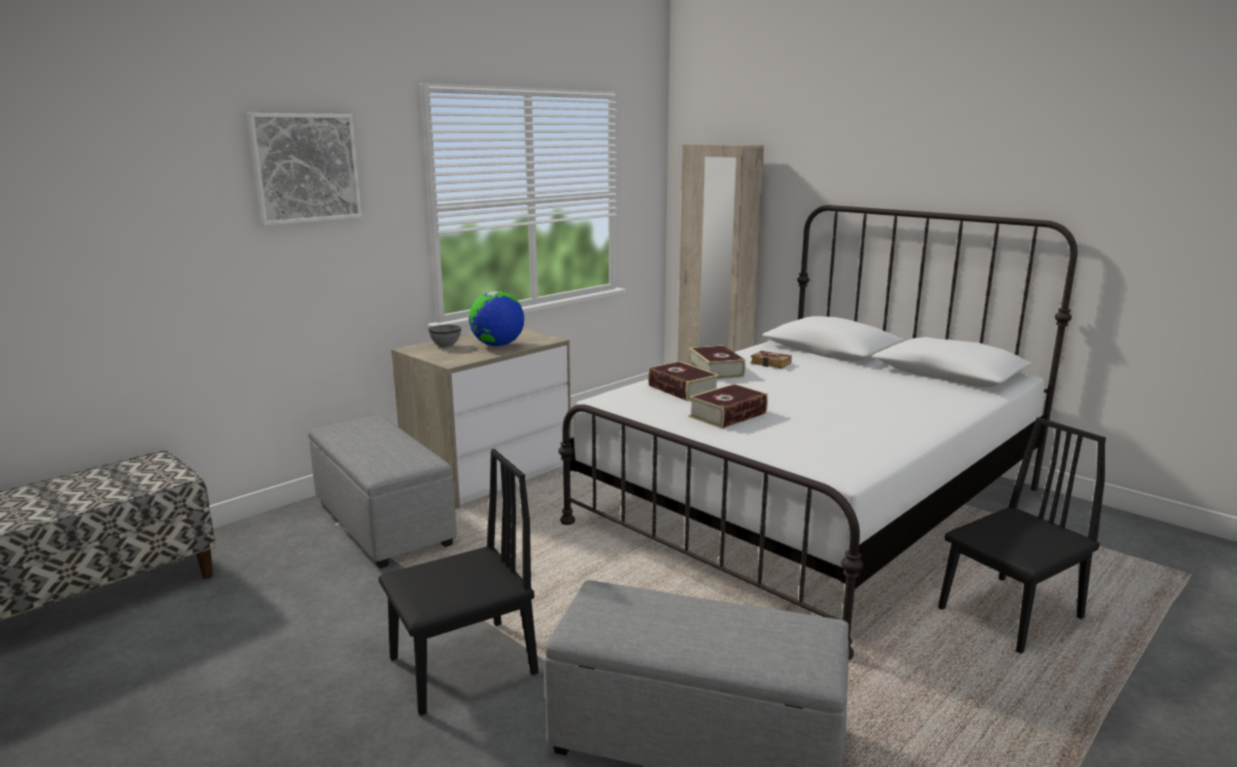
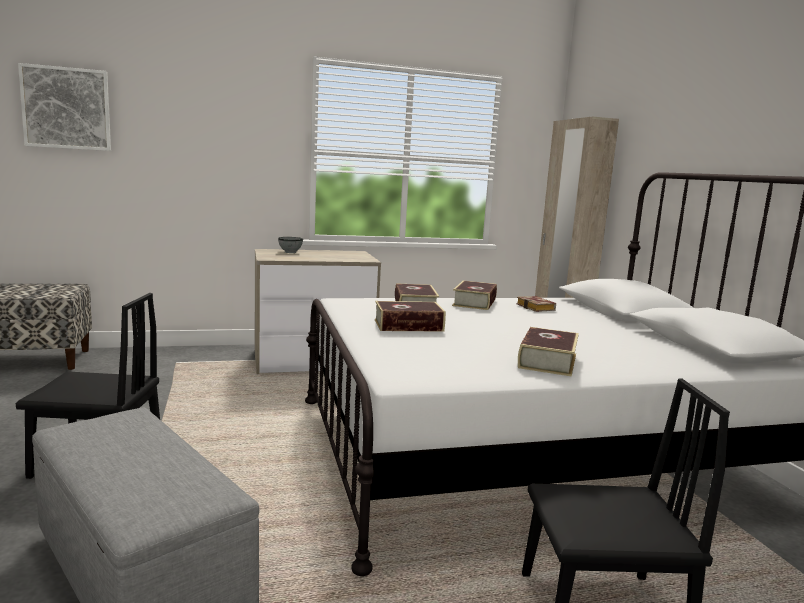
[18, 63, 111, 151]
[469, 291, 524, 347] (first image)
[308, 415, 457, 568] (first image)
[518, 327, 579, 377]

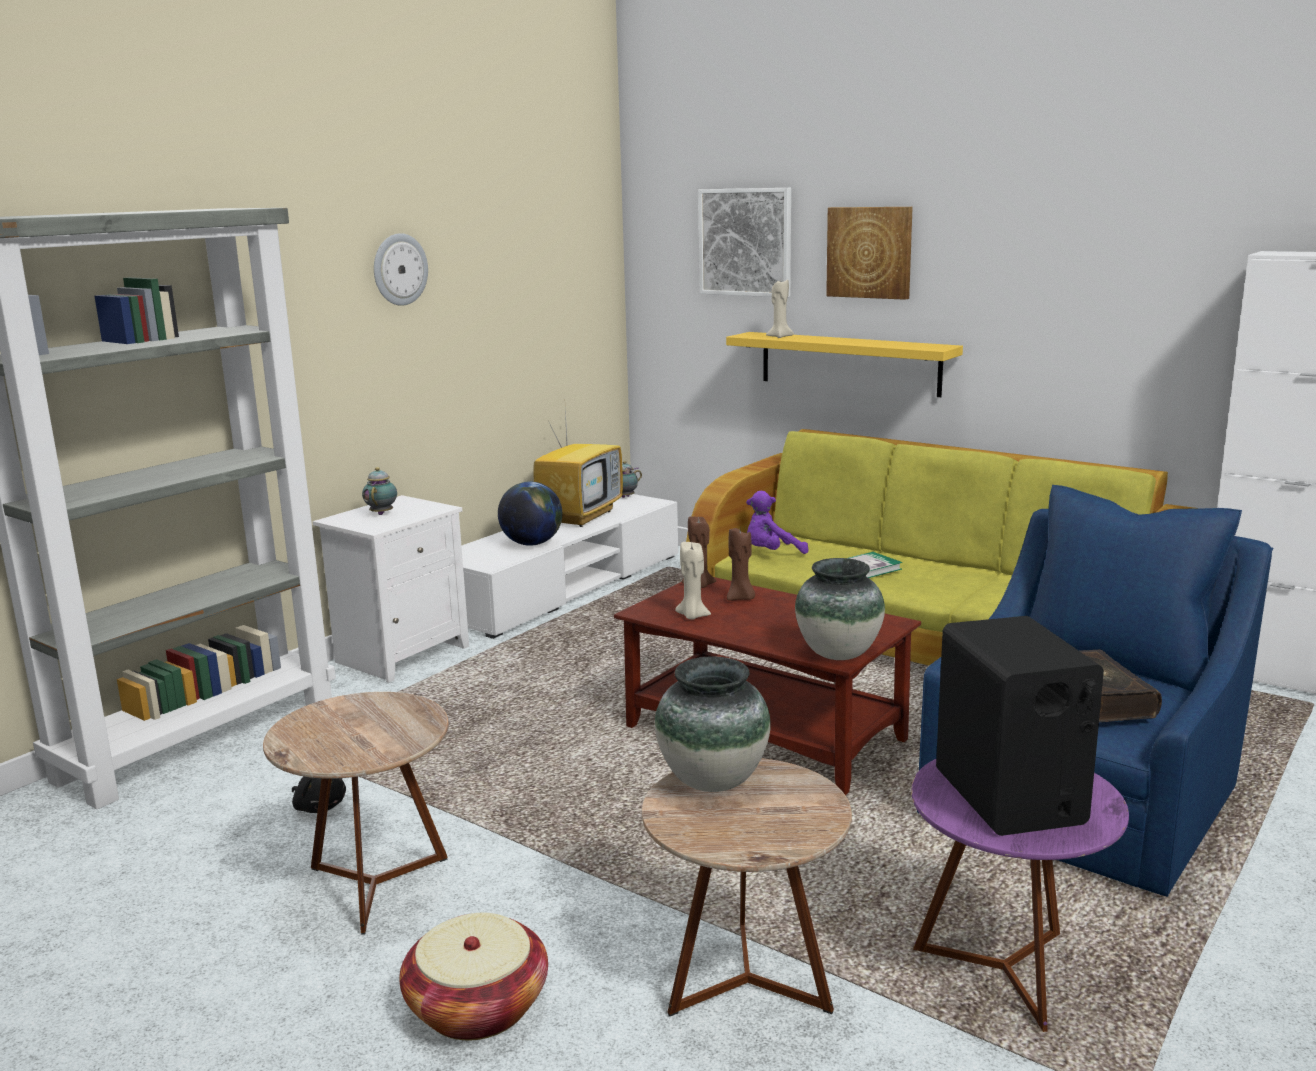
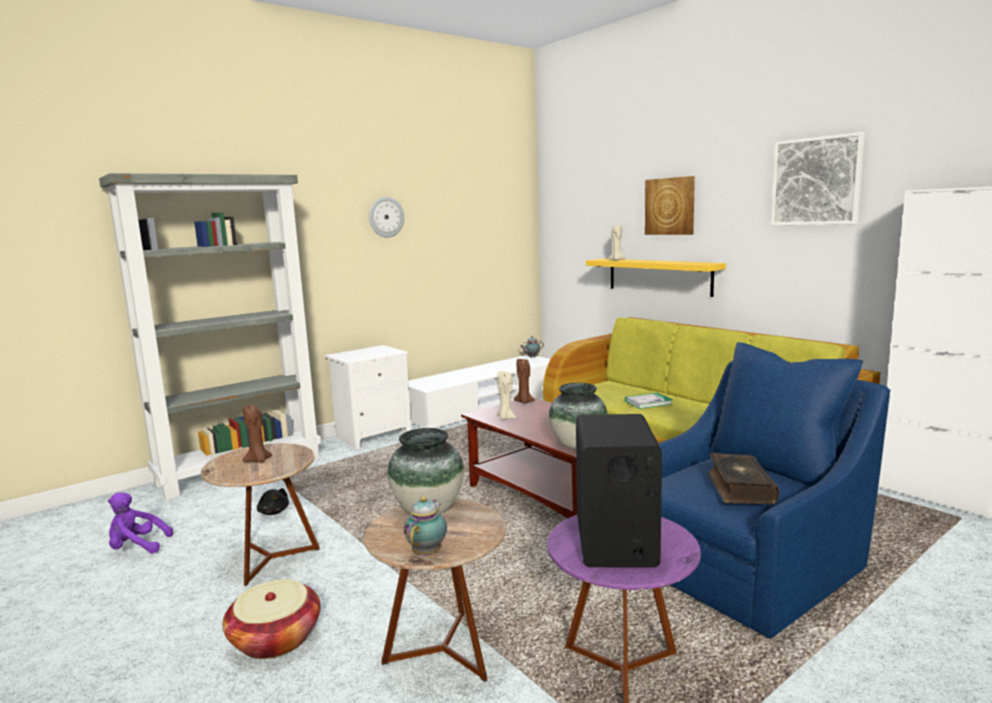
[771, 132, 865, 225]
[533, 409, 623, 527] (first image)
[404, 496, 447, 556]
[498, 481, 562, 546] (first image)
[108, 492, 173, 554]
[243, 405, 272, 462]

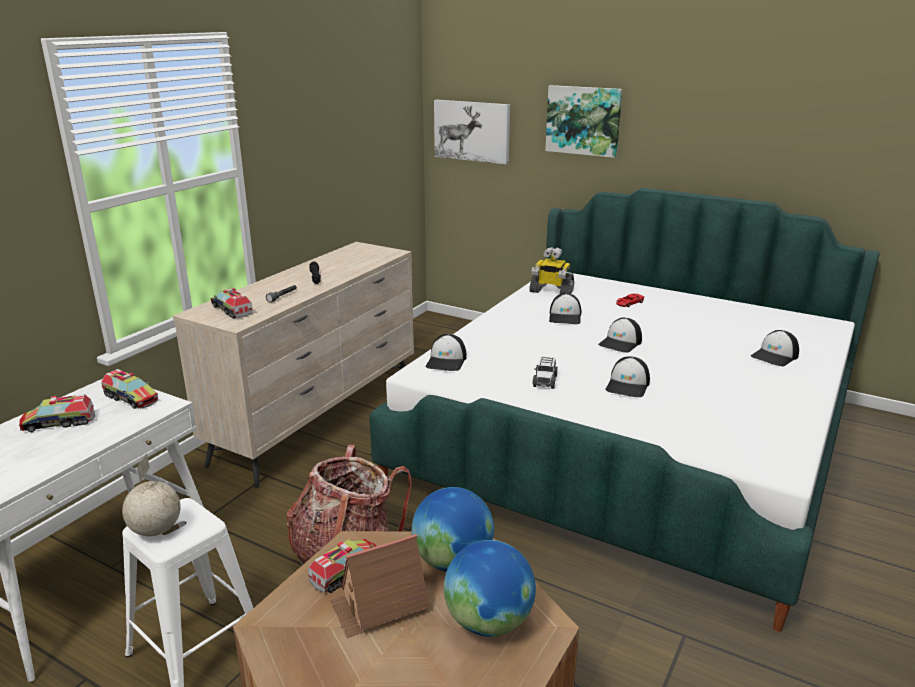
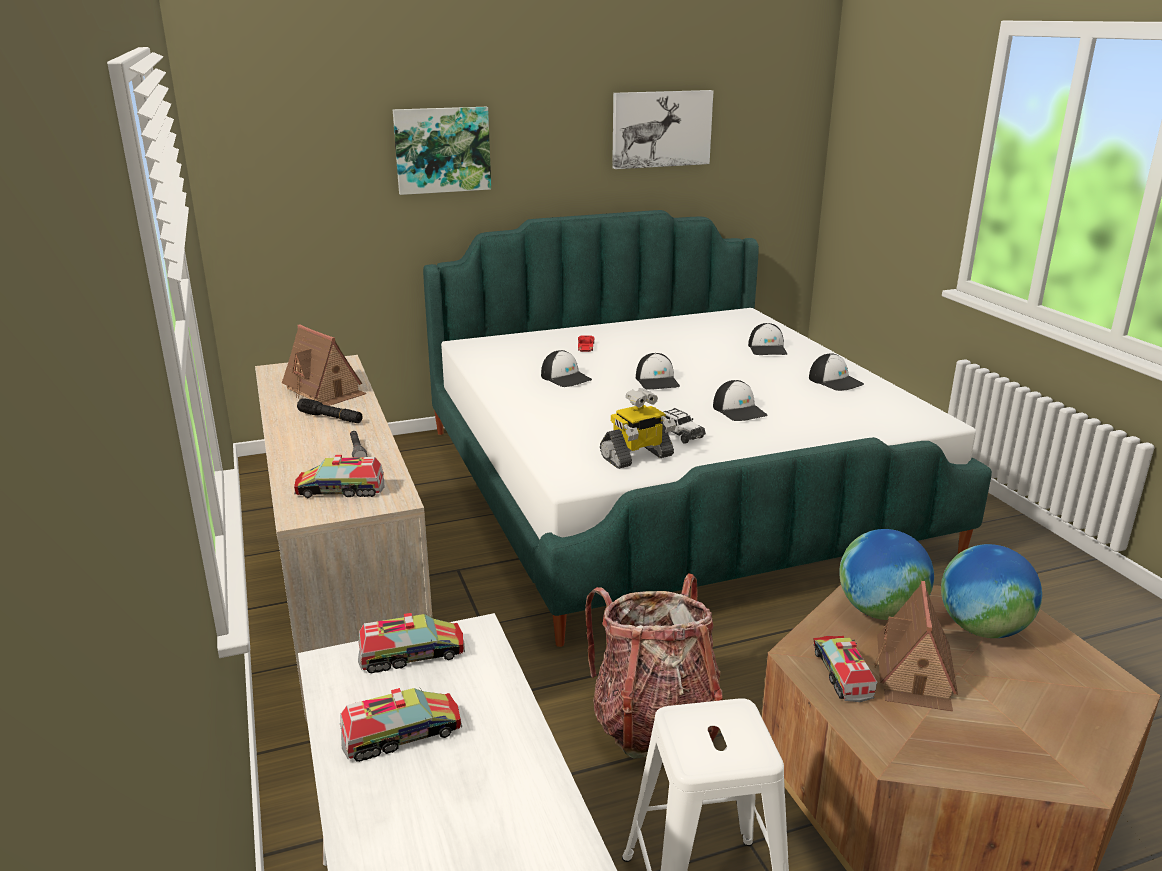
[612, 90, 713, 169]
[600, 388, 676, 469]
[809, 353, 864, 391]
[340, 688, 462, 762]
[122, 454, 181, 536] (first image)
[282, 324, 367, 406]

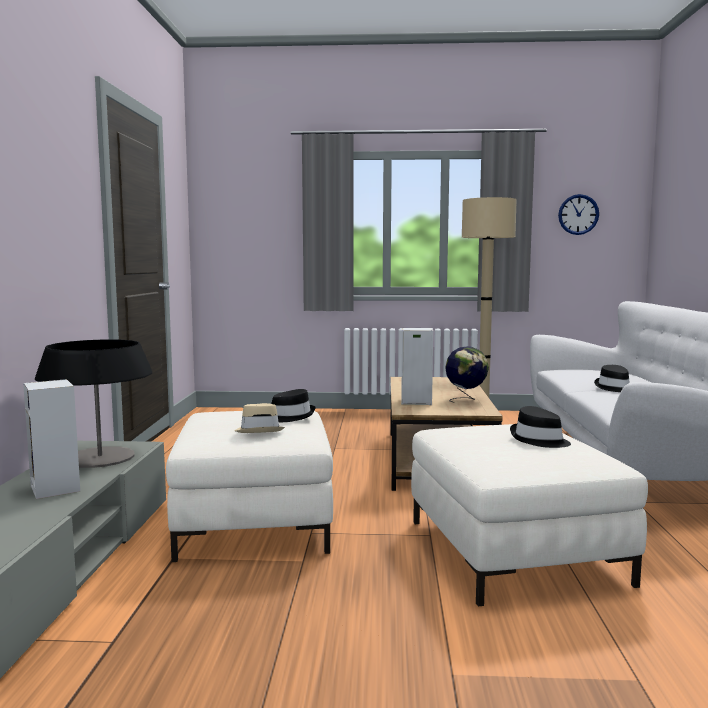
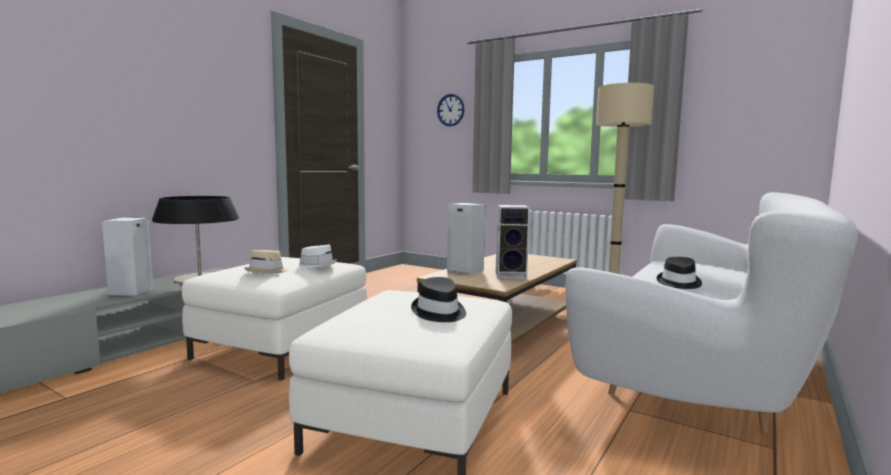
[437, 94, 465, 126]
[496, 205, 530, 279]
[294, 245, 337, 269]

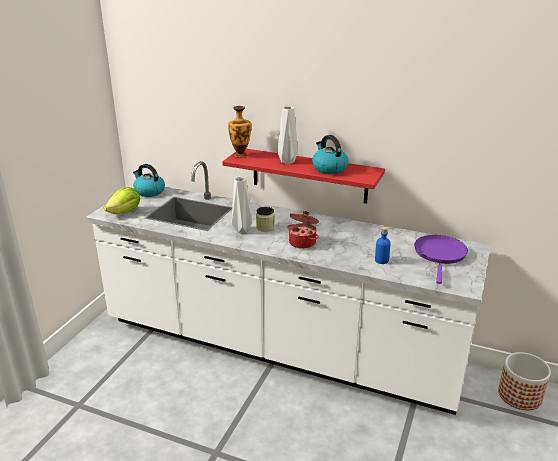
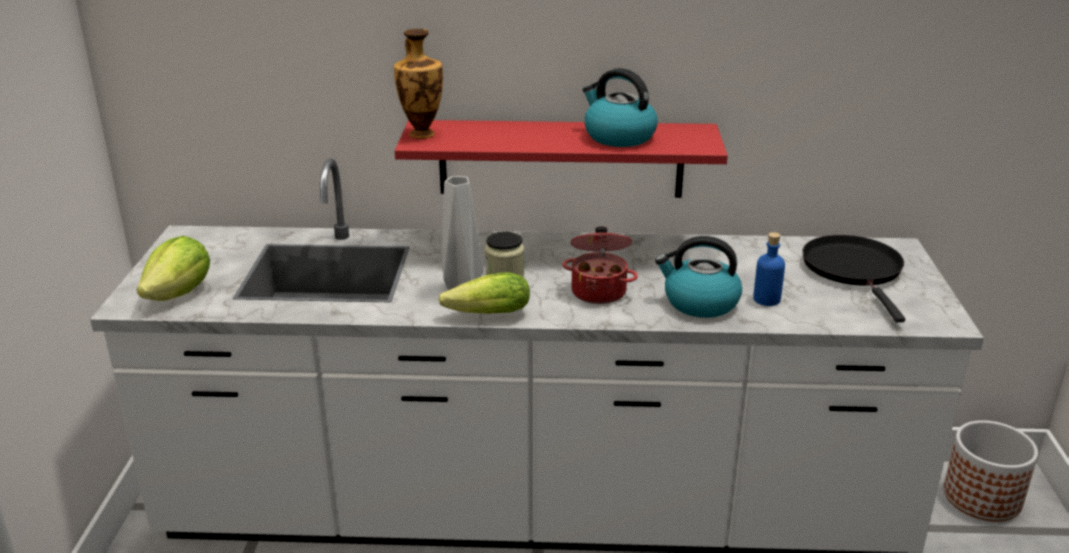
[277, 106, 298, 164] (first image)
[655, 236, 742, 318]
[802, 235, 905, 323]
[438, 272, 530, 314]

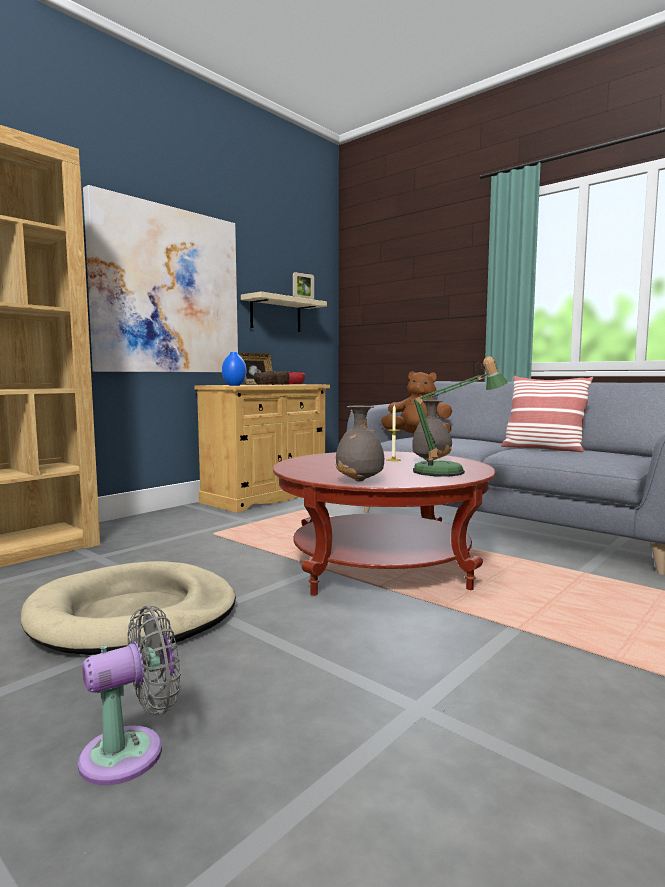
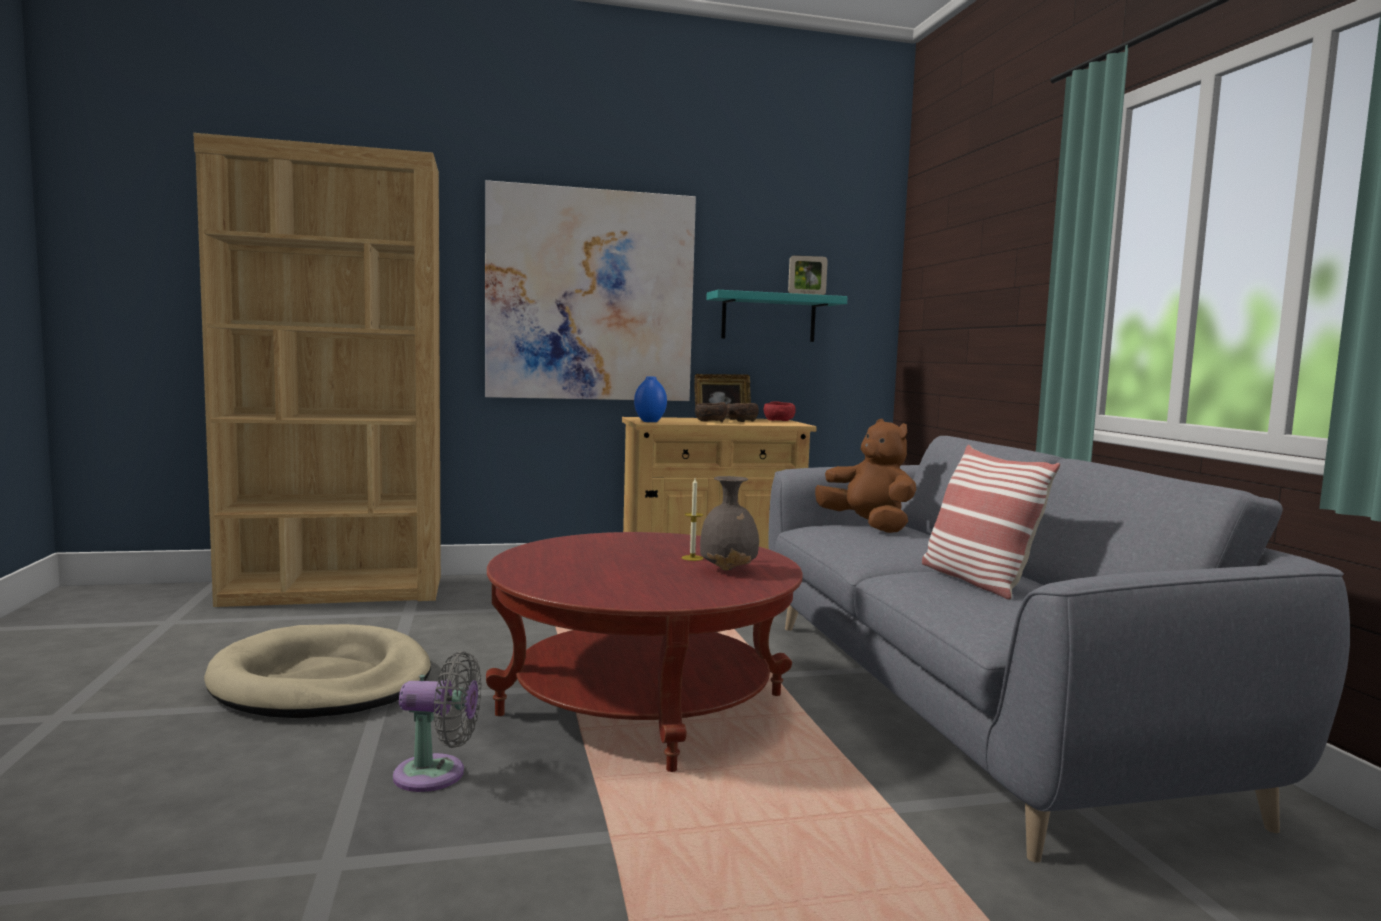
[706, 290, 847, 342]
[410, 357, 508, 477] (first image)
[335, 406, 384, 482] (first image)
[393, 651, 482, 792]

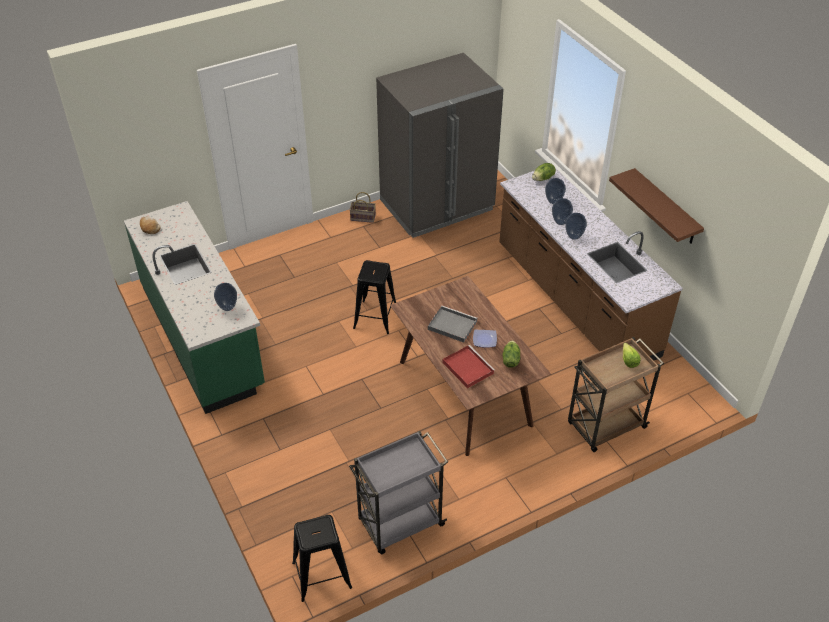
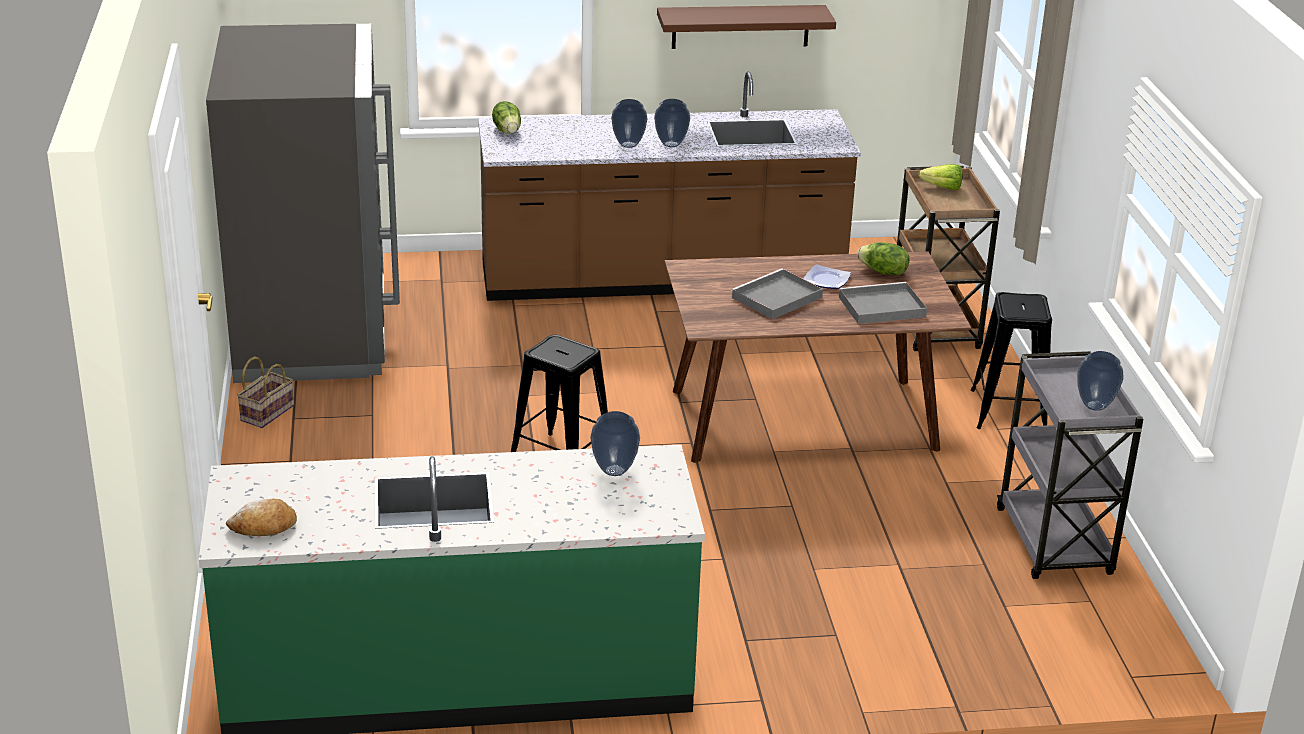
[1077, 351, 1124, 411]
[839, 282, 927, 324]
[971, 292, 1052, 429]

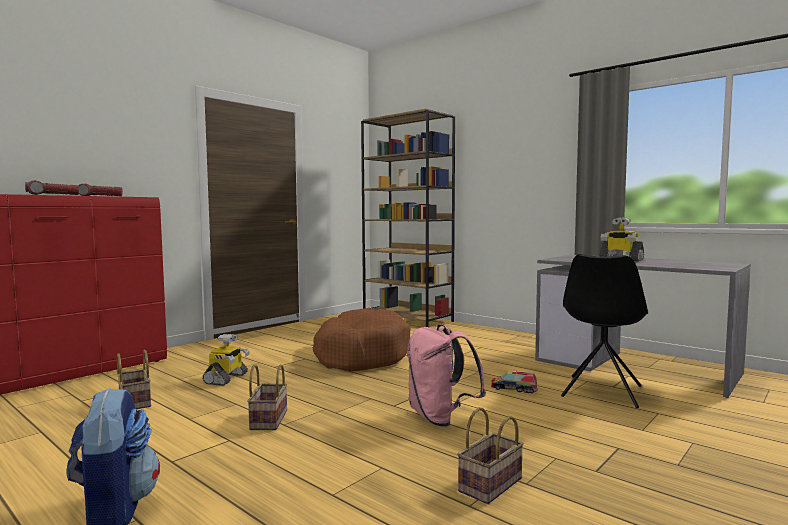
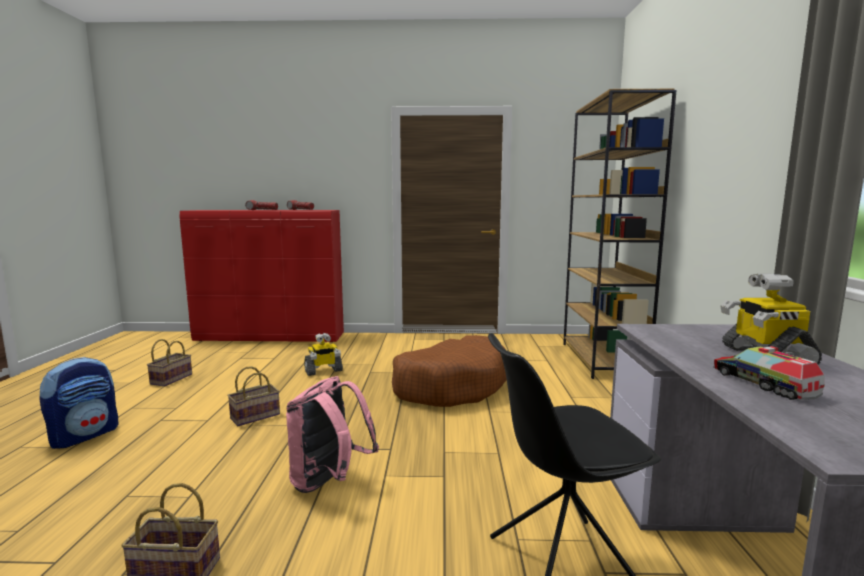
[147, 339, 192, 387]
[713, 346, 825, 400]

